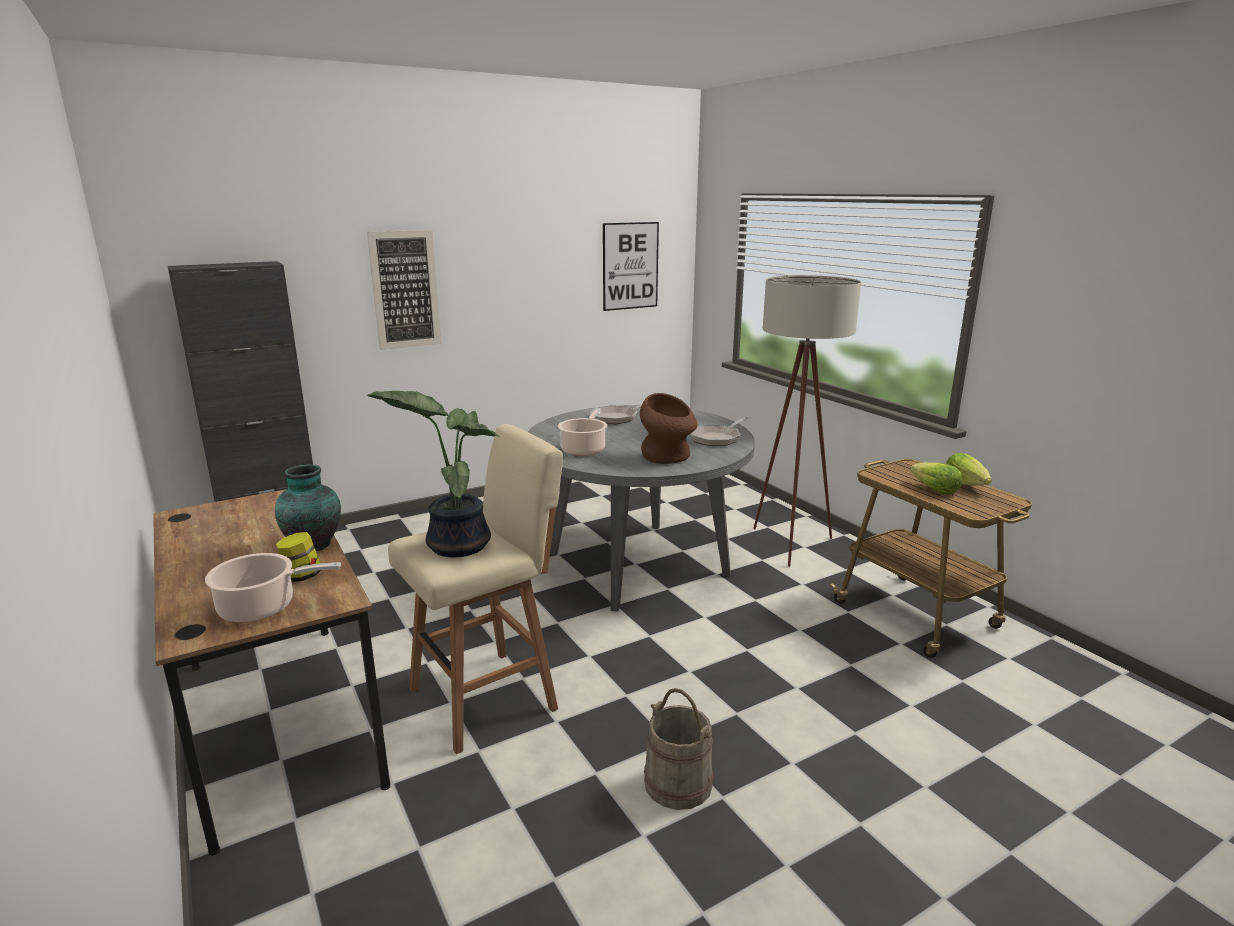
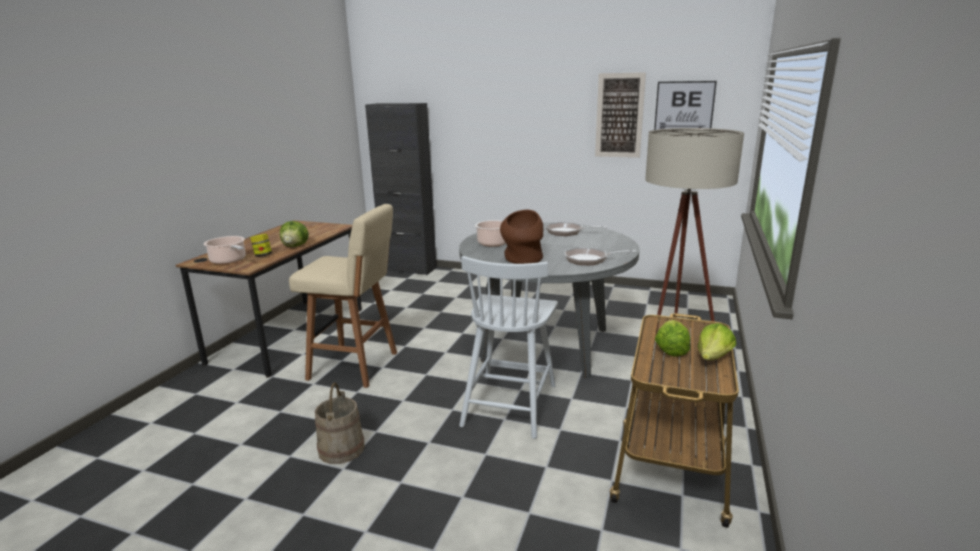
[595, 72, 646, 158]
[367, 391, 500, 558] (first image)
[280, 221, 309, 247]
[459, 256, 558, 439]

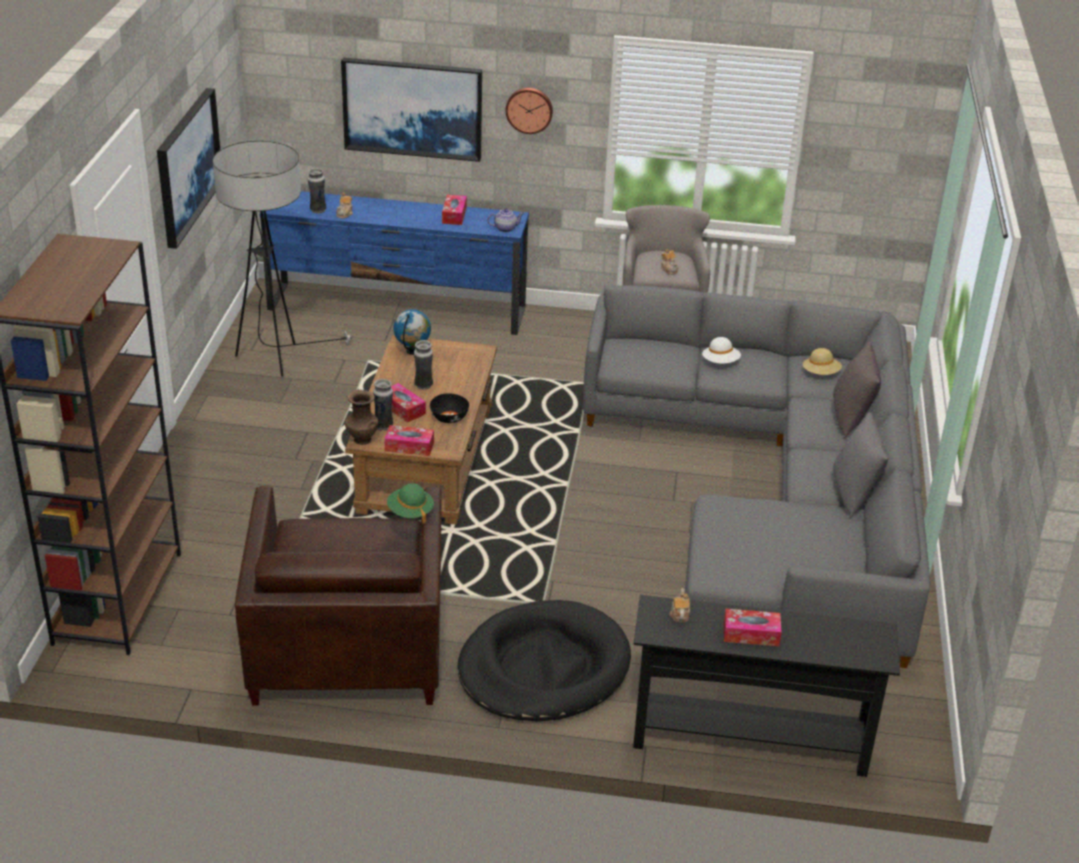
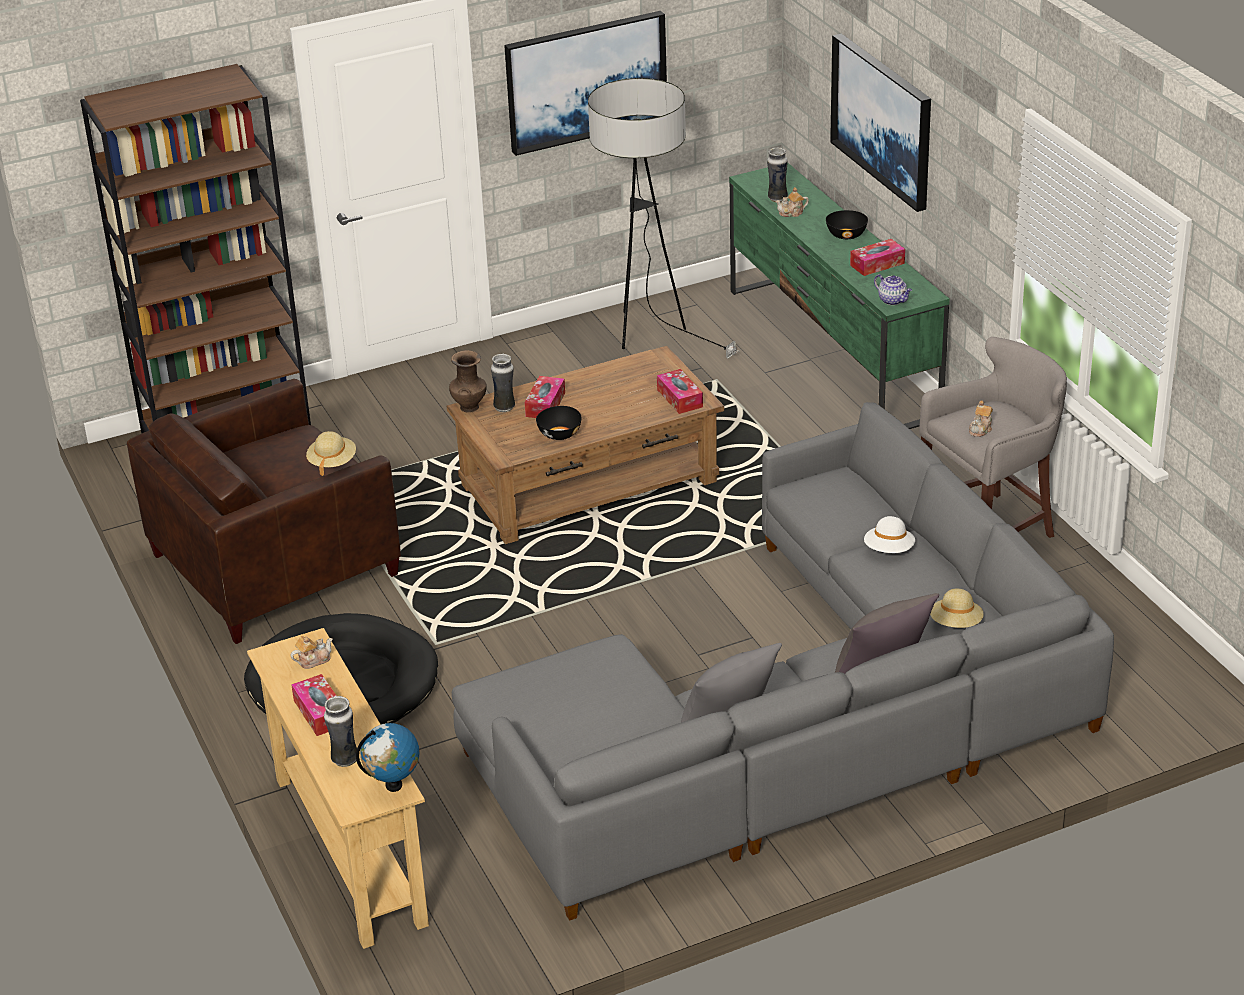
[506, 88, 553, 134] (first image)
[729, 163, 950, 429]
[356, 723, 419, 792]
[324, 696, 357, 767]
[657, 369, 703, 414]
[306, 431, 356, 476]
[247, 628, 429, 949]
[826, 210, 868, 239]

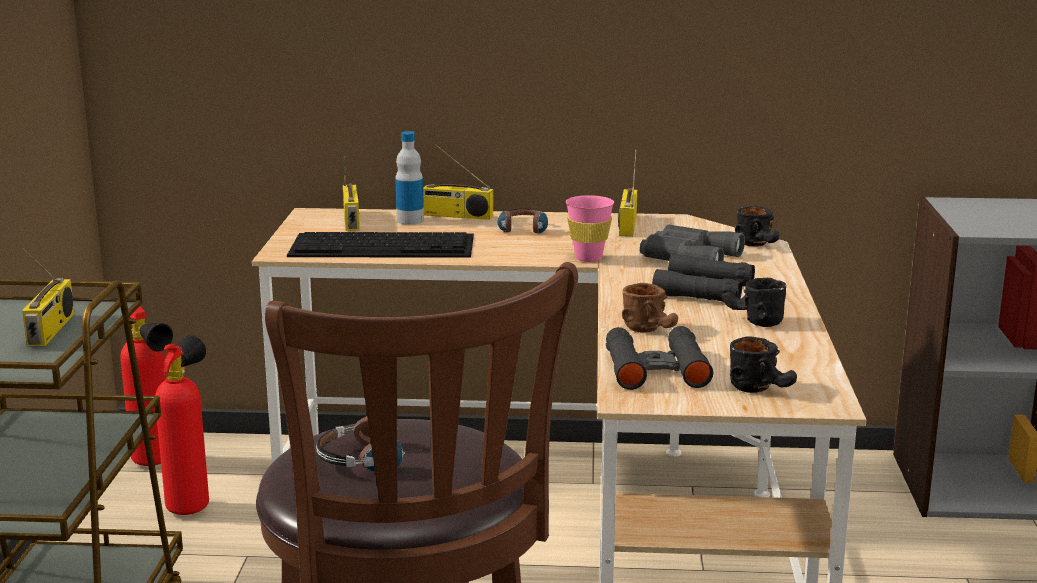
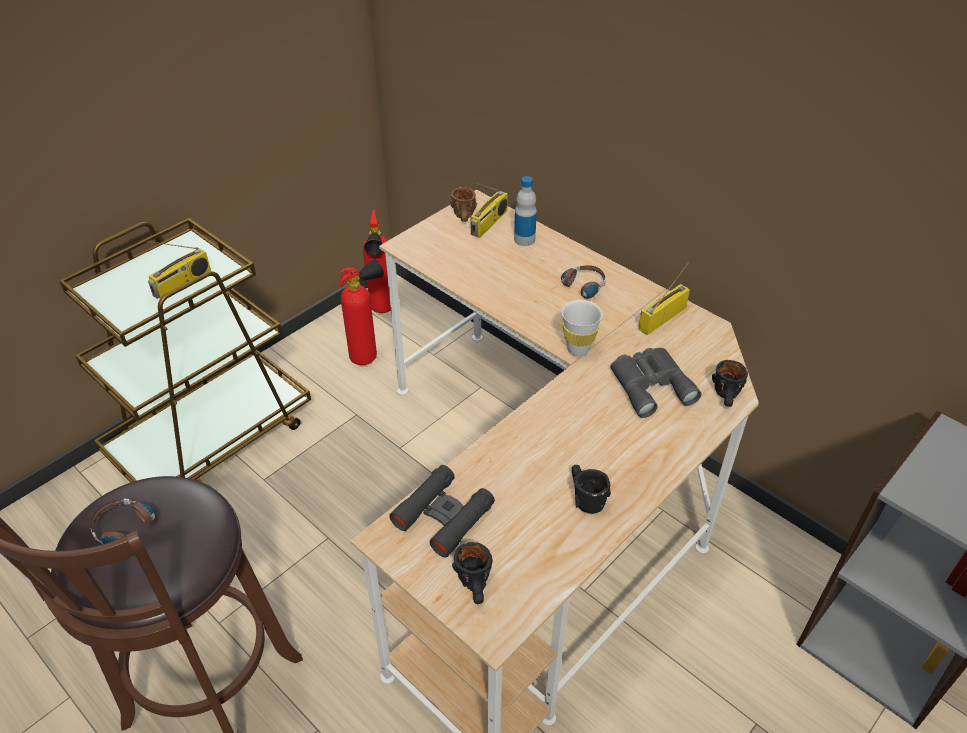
[423, 144, 493, 220] (first image)
[562, 300, 603, 356]
[287, 232, 474, 258] (first image)
[652, 253, 755, 302] (first image)
[450, 187, 477, 222]

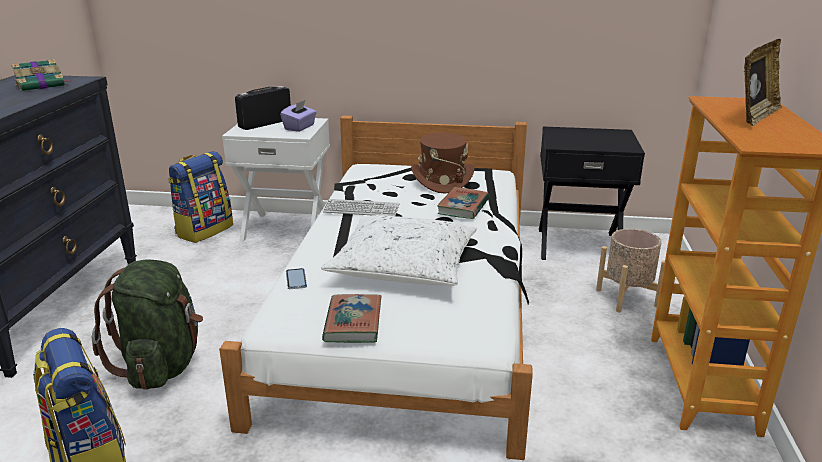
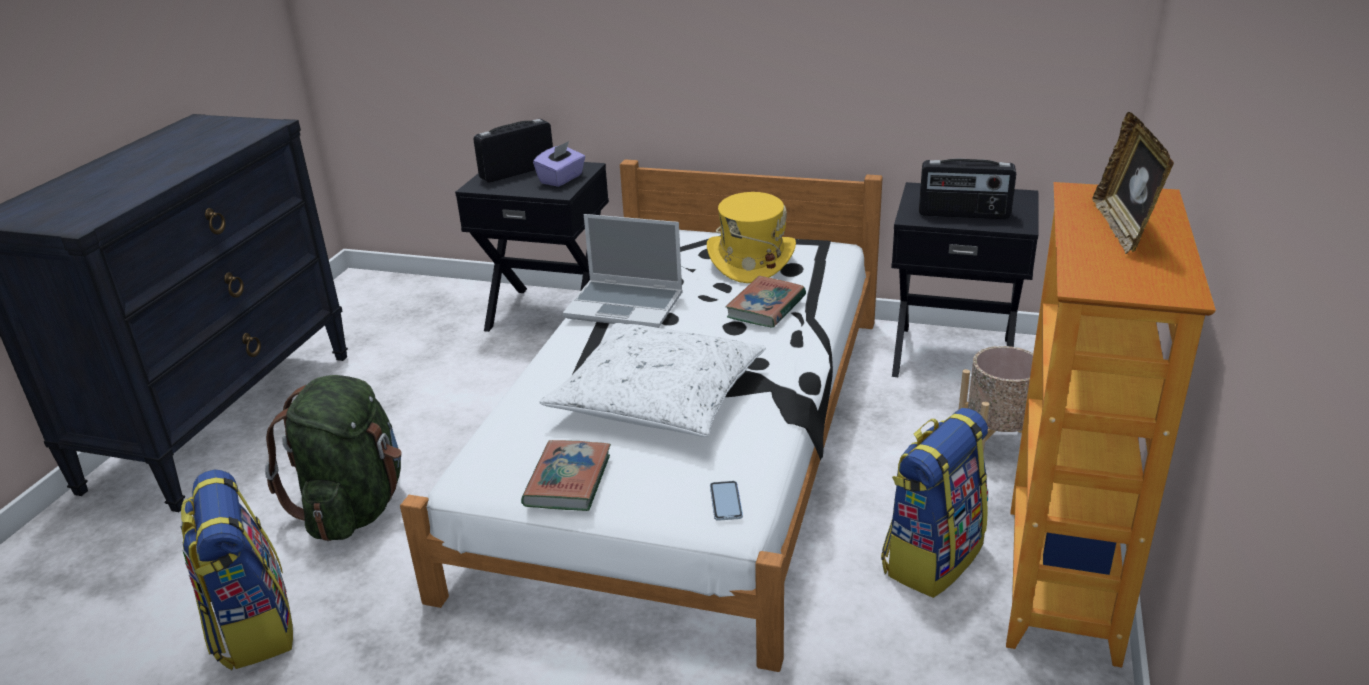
[1092, 112, 1174, 254]
[11, 59, 70, 91] (first image)
[455, 162, 609, 332]
[707, 192, 796, 283]
[881, 408, 988, 598]
[563, 214, 683, 328]
[710, 481, 743, 521]
[919, 159, 1016, 219]

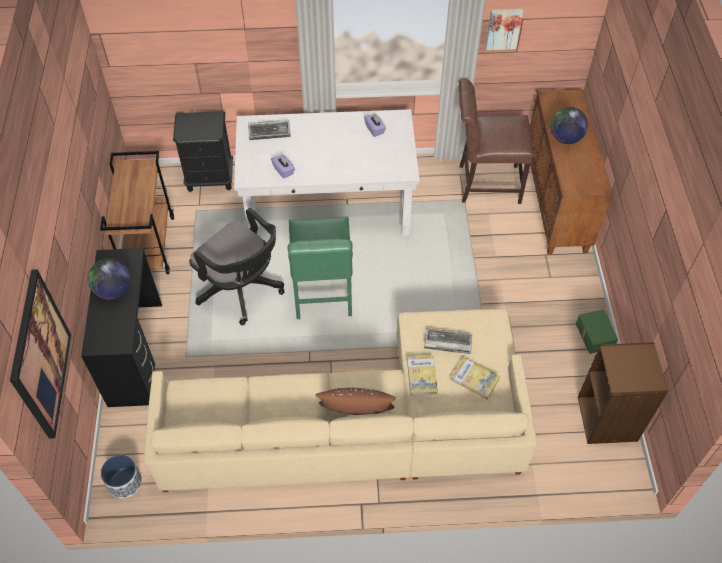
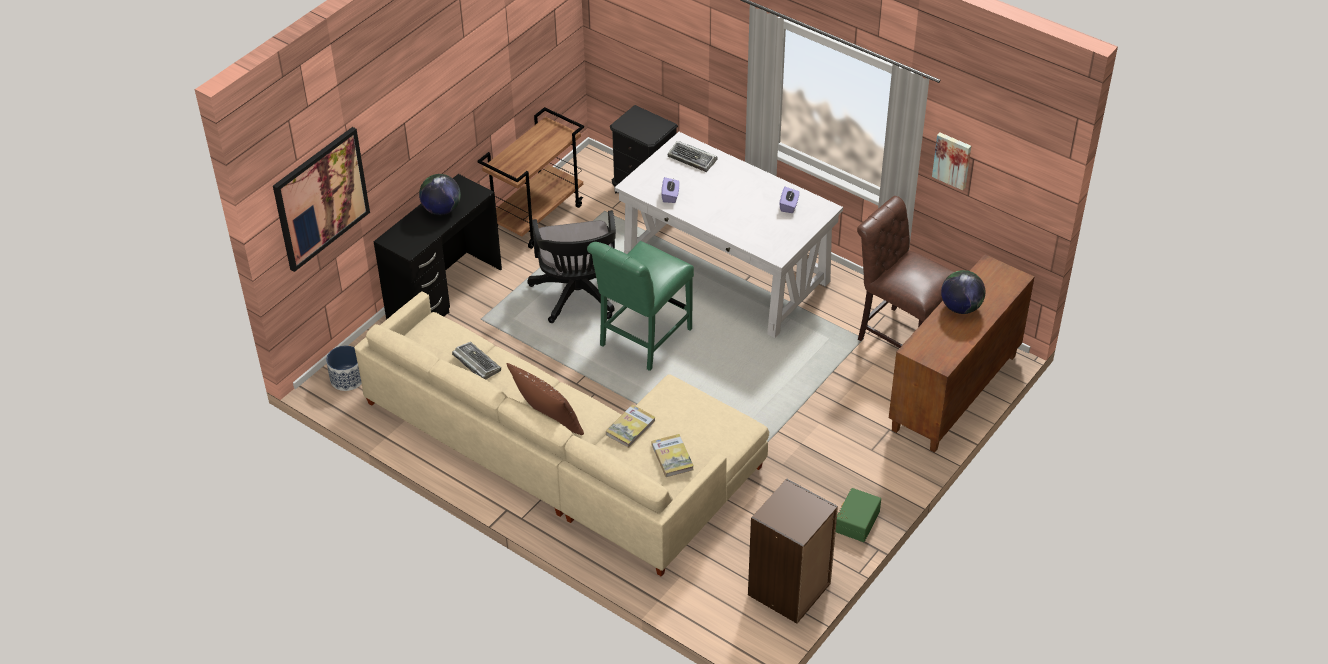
[452, 342, 501, 380]

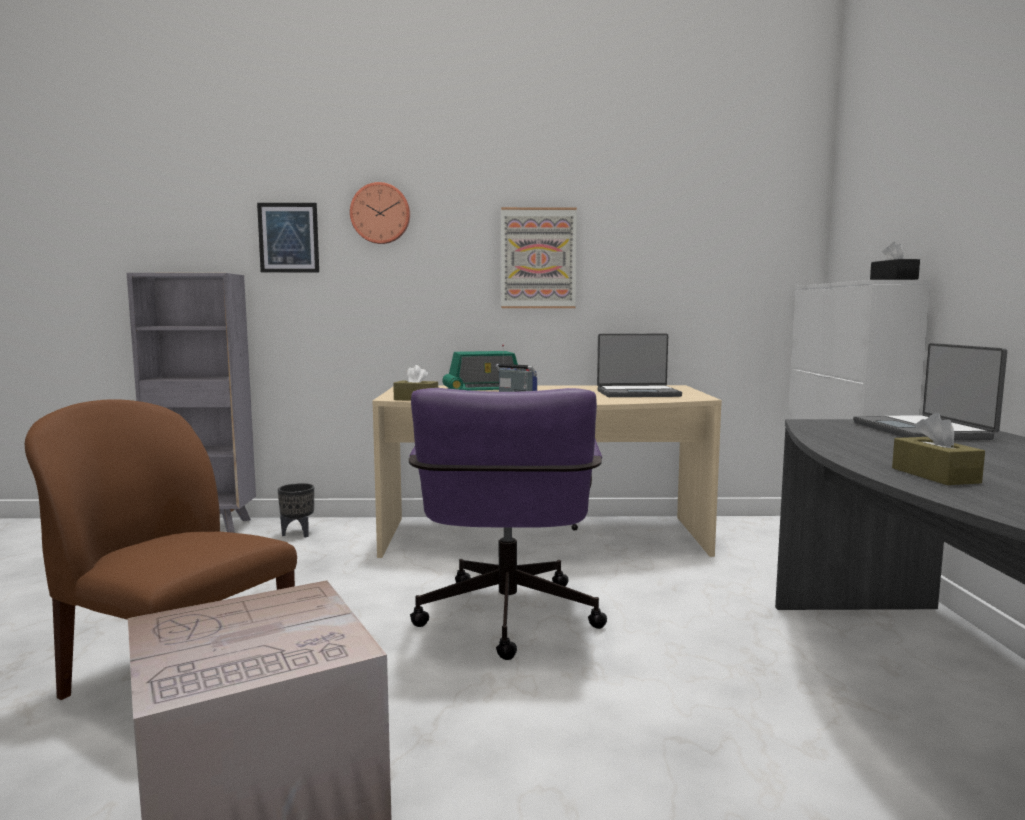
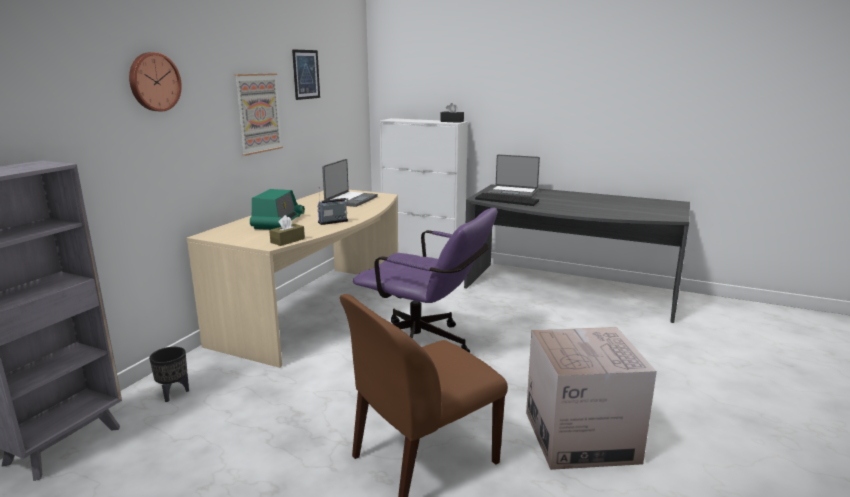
[292, 49, 320, 100]
[892, 413, 985, 485] (first image)
[475, 193, 539, 206]

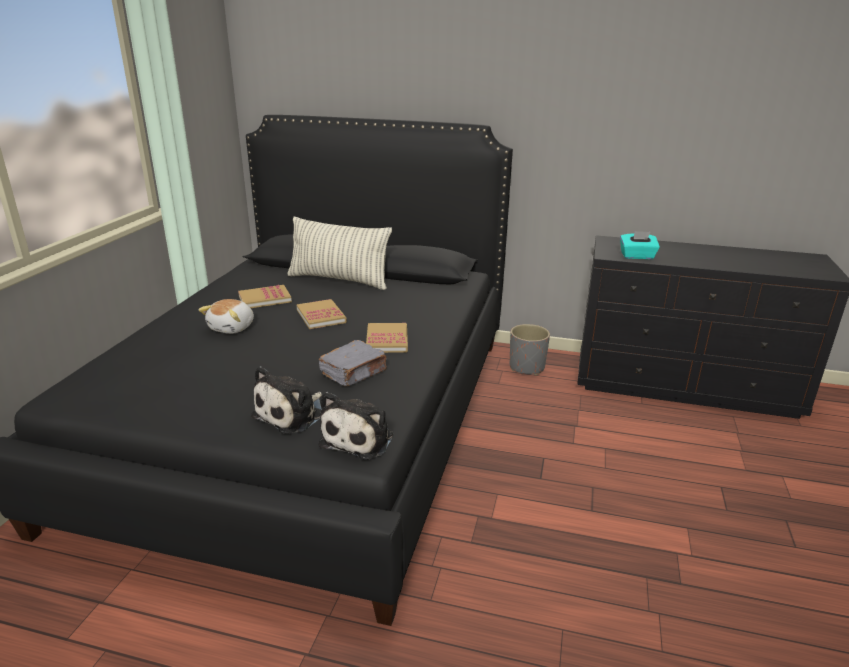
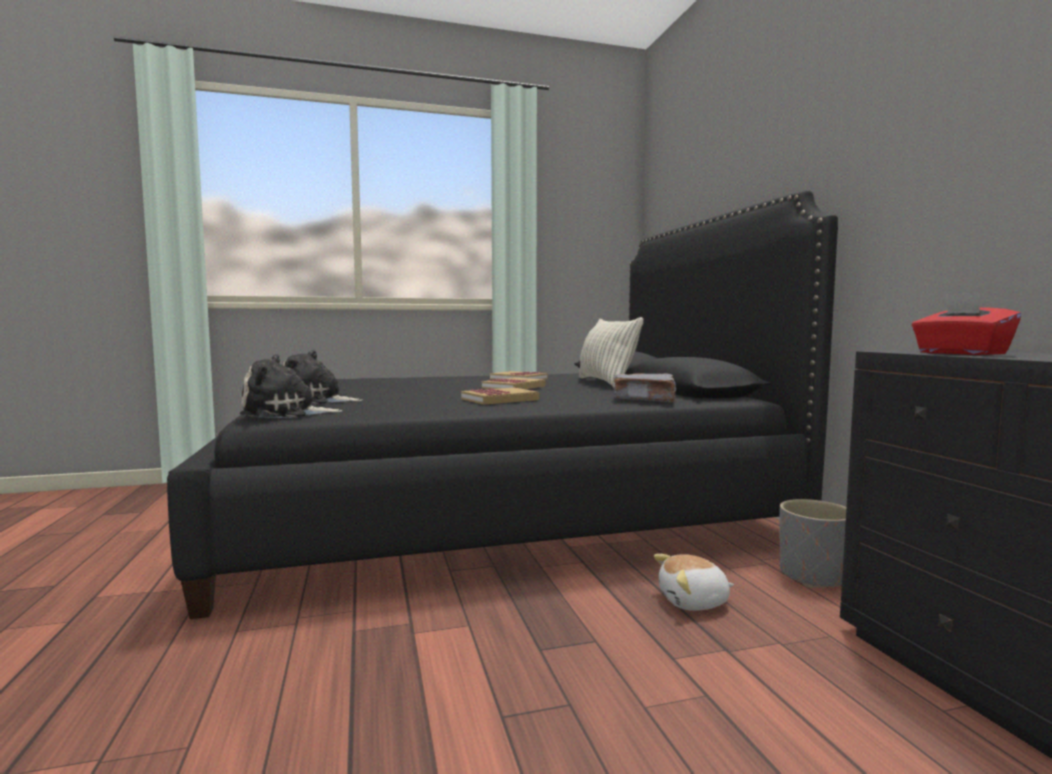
[912, 293, 1021, 355]
[654, 554, 734, 611]
[614, 373, 676, 402]

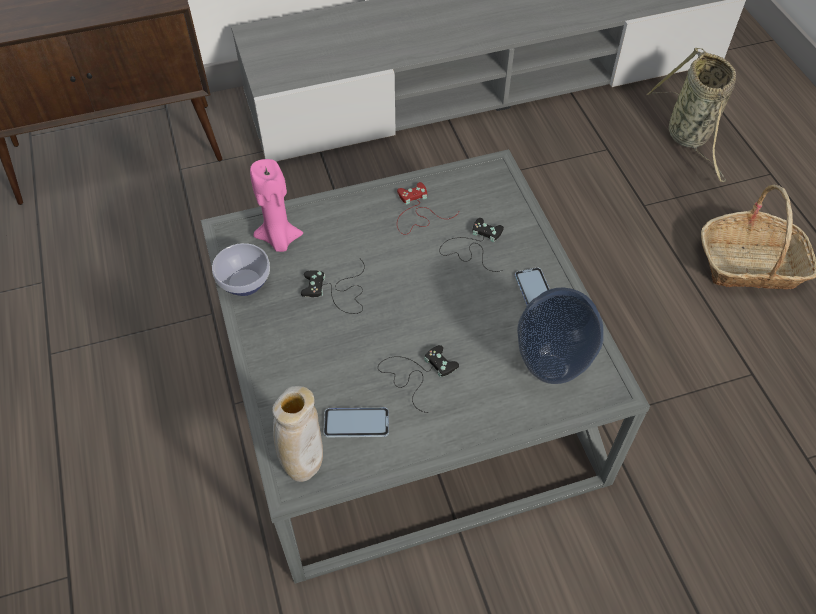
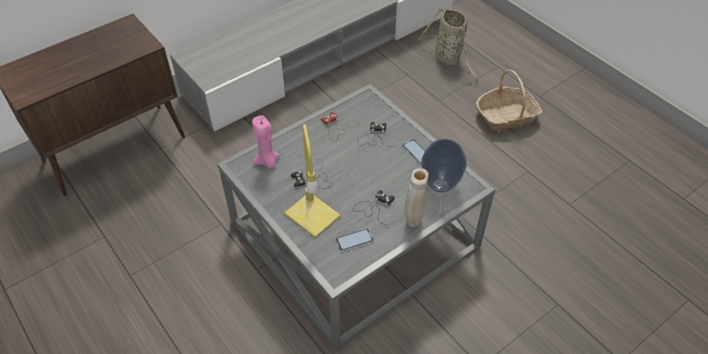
[212, 243, 270, 296] (first image)
[405, 168, 429, 227]
[284, 124, 341, 238]

